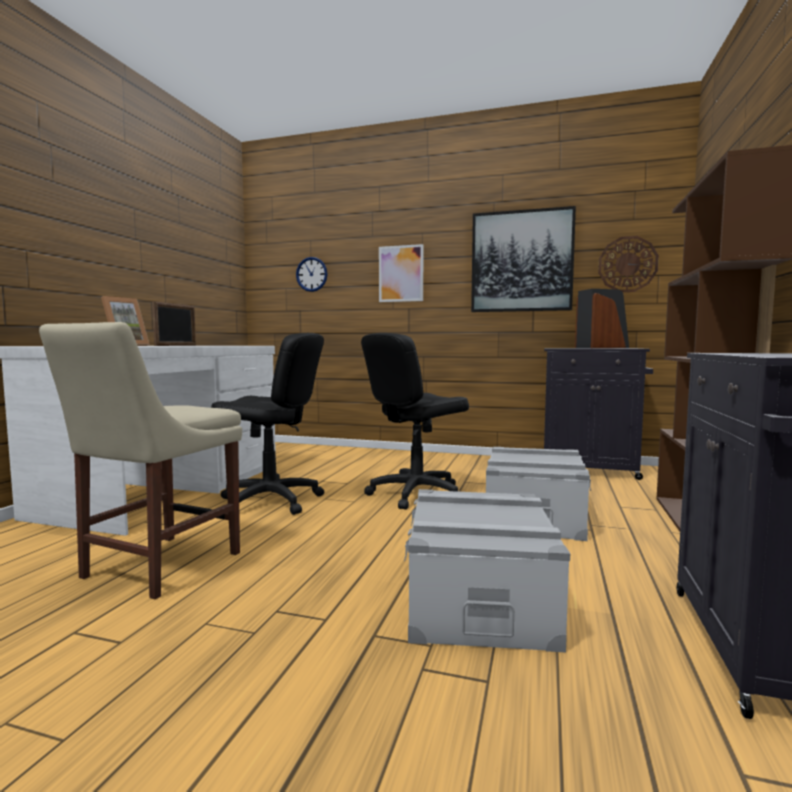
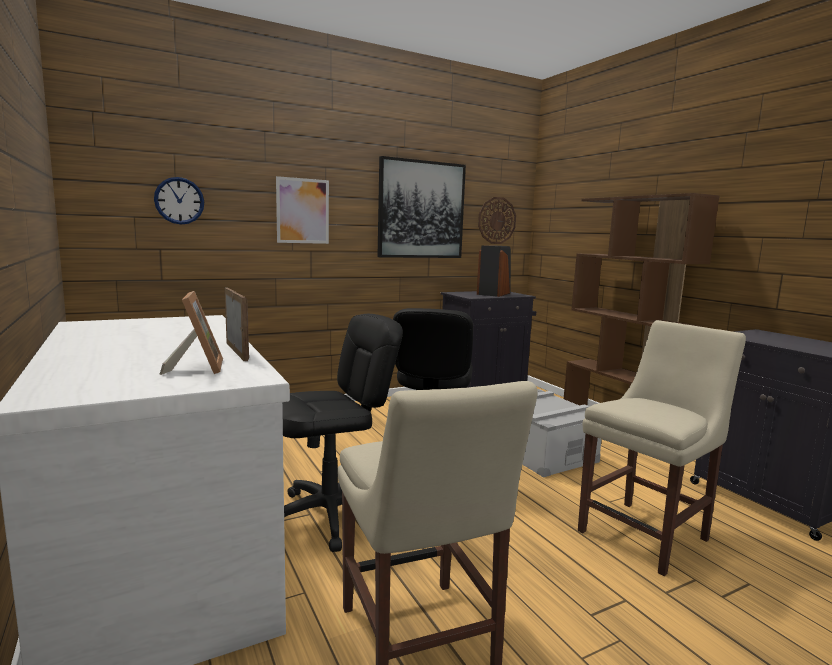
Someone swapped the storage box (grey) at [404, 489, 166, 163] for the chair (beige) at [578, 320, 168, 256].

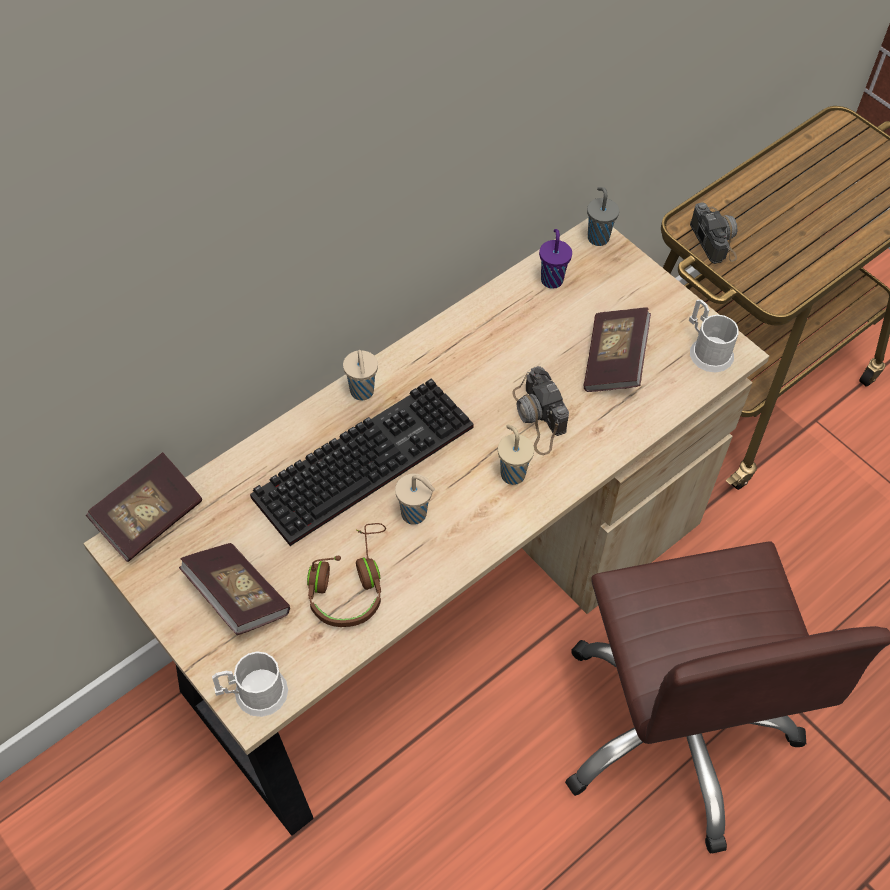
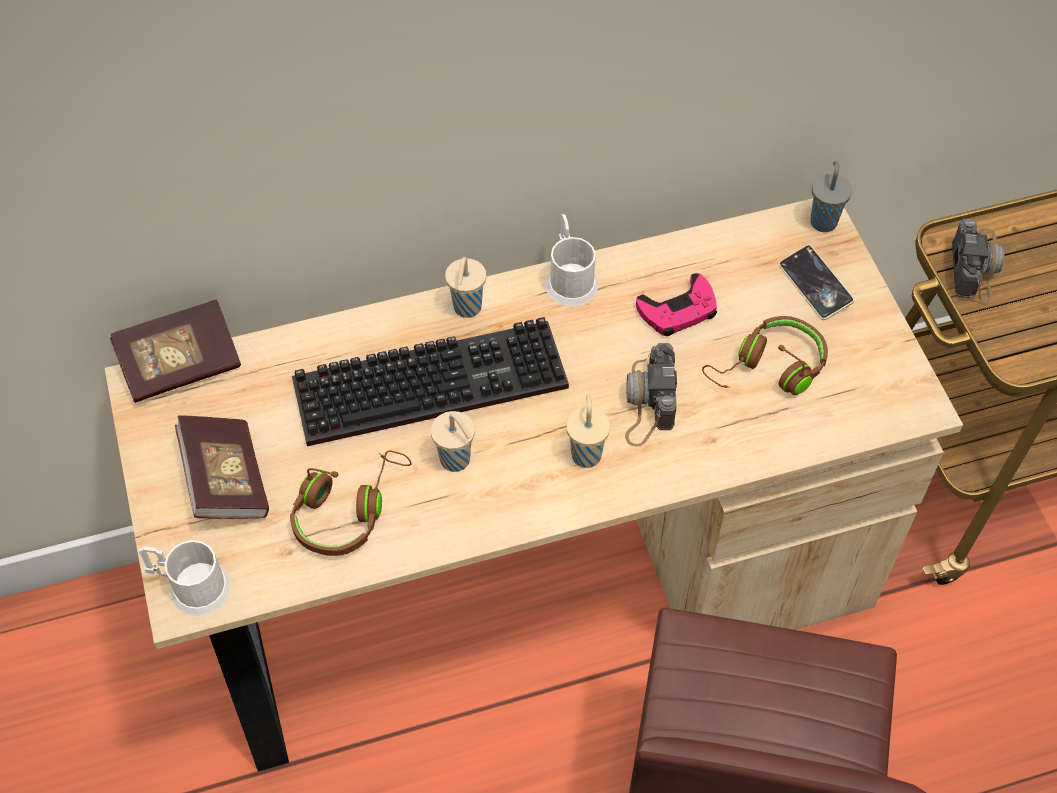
Someone took away the cup (purple) at [539, 229, 33, 60].
Someone carried the mug (white) from [689, 300, 50, 73] to [546, 214, 53, 92].
Someone swapped the book at [583, 307, 68, 85] for the headphones (brown) at [702, 316, 126, 79].
Someone put down the phone at [779, 245, 75, 75].
Someone put down the game controller (pink) at [636, 273, 81, 63].

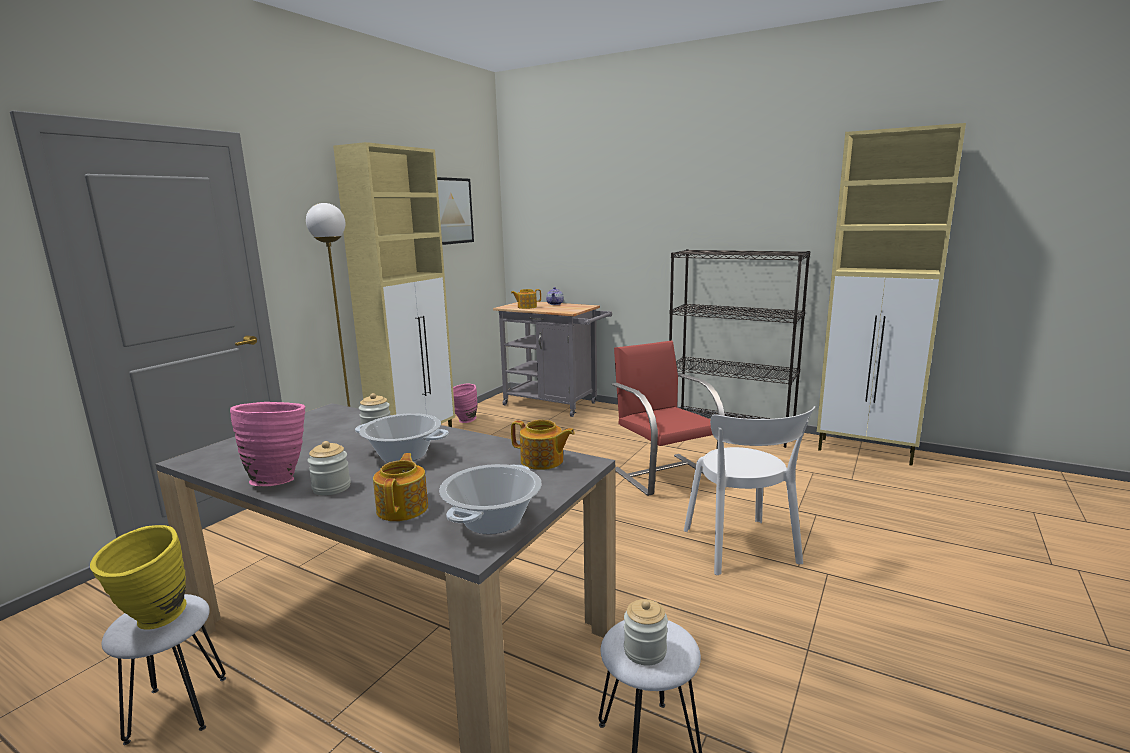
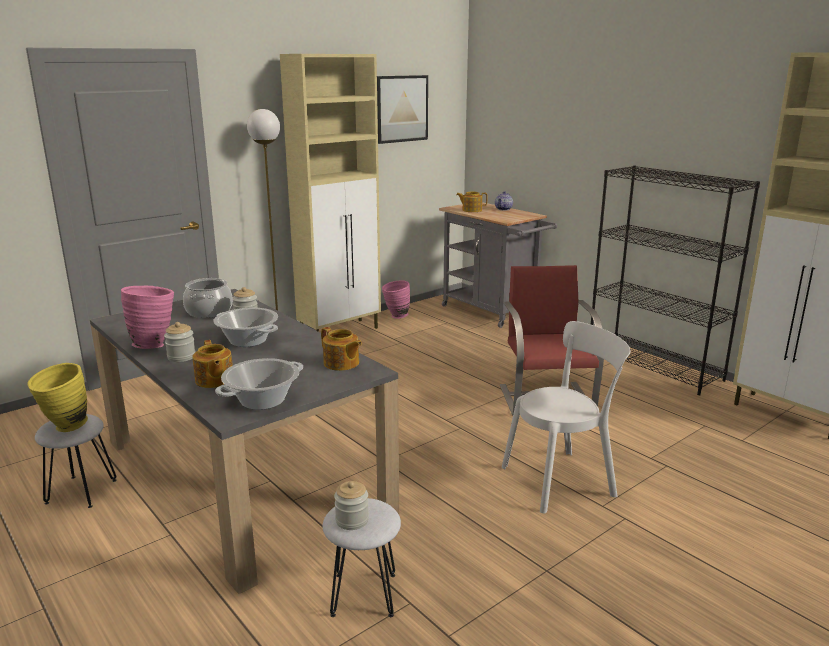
Someone rotated the chair (white) at [684, 406, 131, 169] by 120 degrees counterclockwise.
Someone rotated the teapot at [373, 453, 55, 68] by 135 degrees clockwise.
Someone put down the cooking pot at [183, 278, 50, 40].

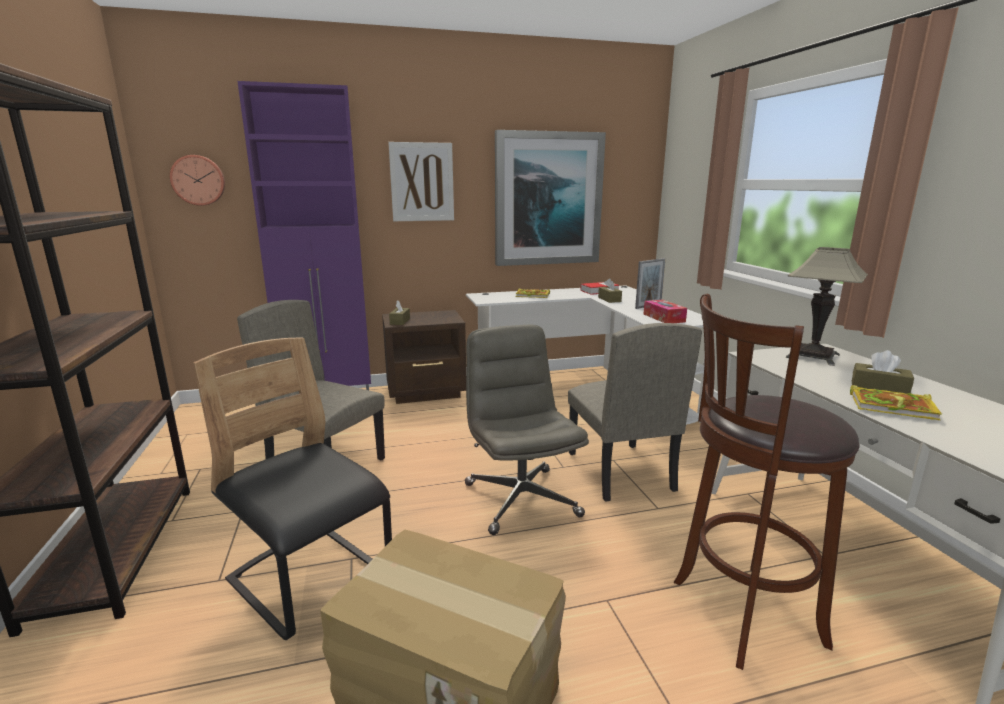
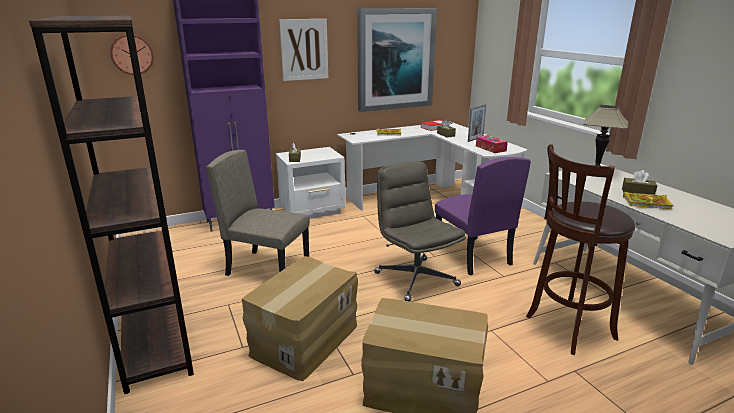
Someone repainted the nightstand (brown) at [382, 310, 84, 94], which became the nightstand (white) at [276, 147, 70, 72].
Someone repainted the chair (beige) at [568, 323, 134, 179], which became the chair (purple) at [435, 157, 96, 118].
Someone swapped the chair (black) at [193, 337, 199, 303] for the cardboard box at [242, 256, 116, 125].

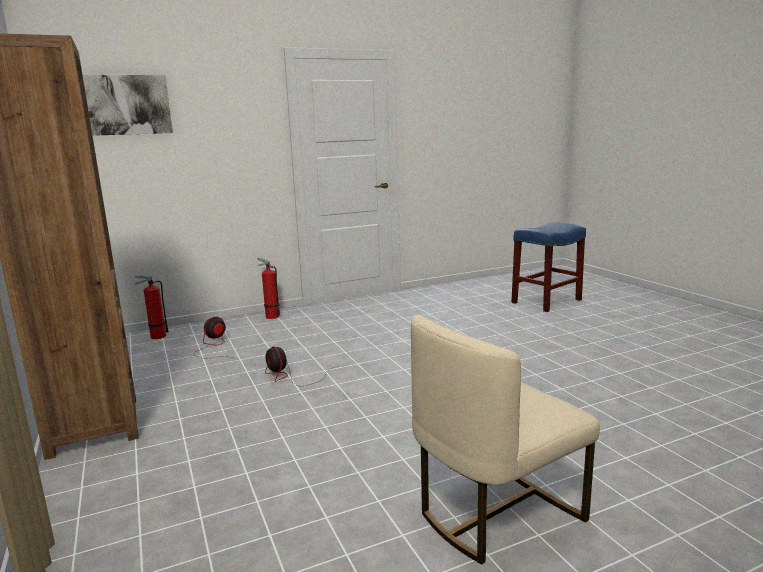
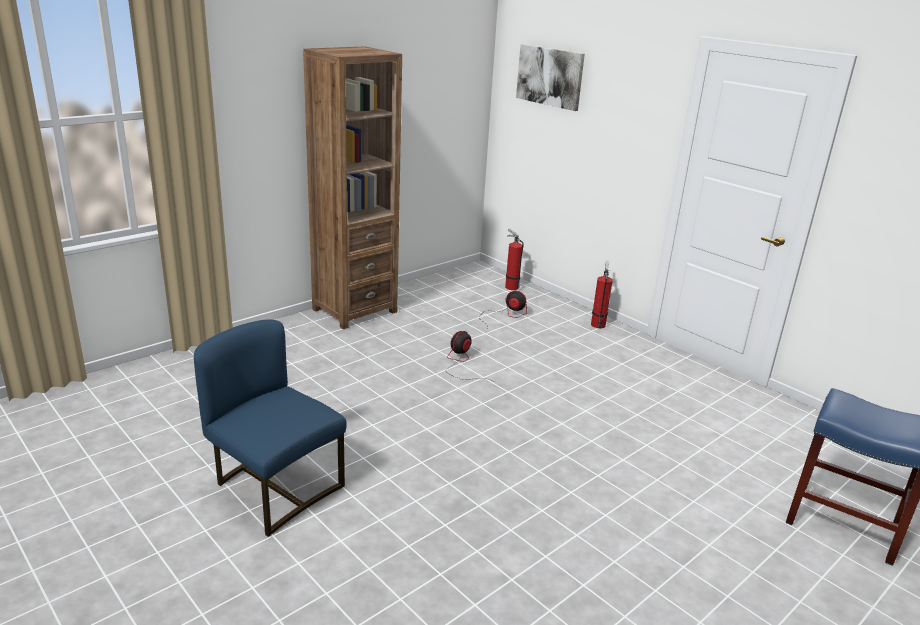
Someone repainted the chair (beige) at [411, 315, 189, 250], which became the chair (blue) at [194, 320, 153, 217].

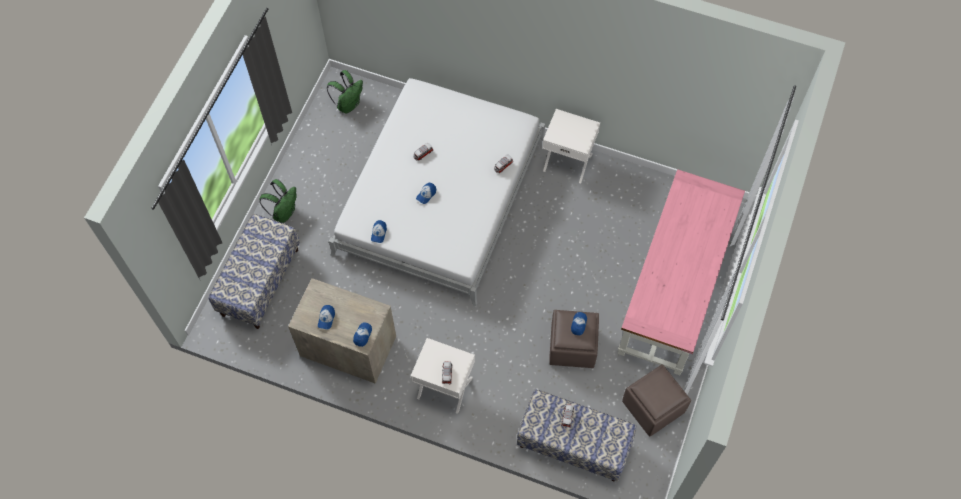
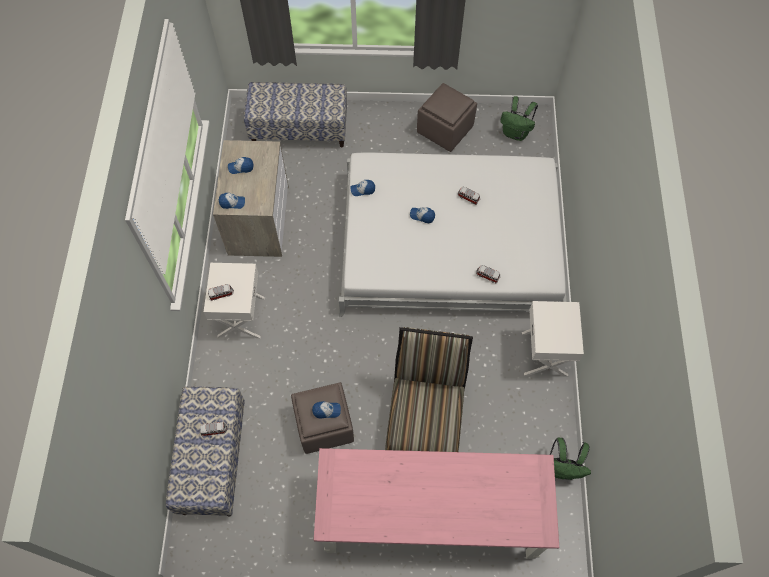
Someone carried the backpack (green) from [259, 179, 38, 44] to [550, 437, 41, 43].
Someone carried the ottoman (brown) from [622, 364, 69, 72] to [417, 83, 60, 69].
Someone put down the chair at [385, 327, 88, 125].

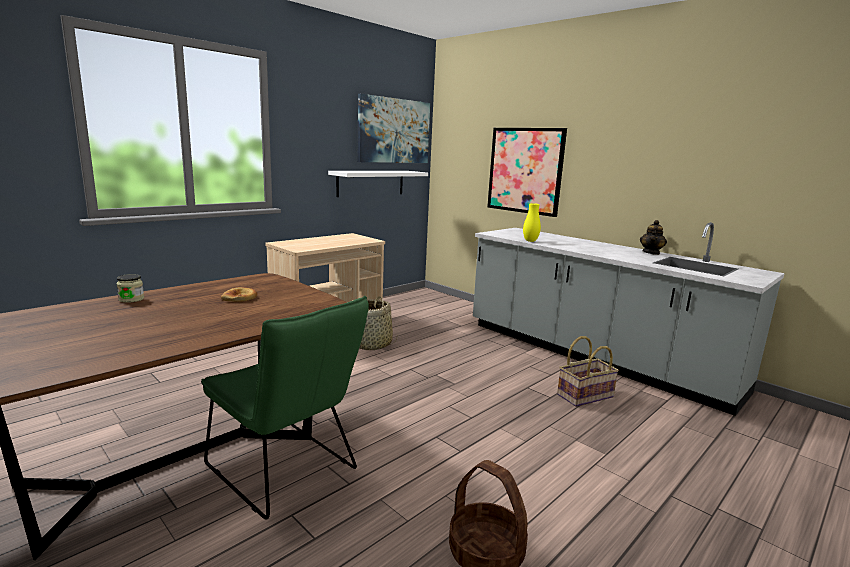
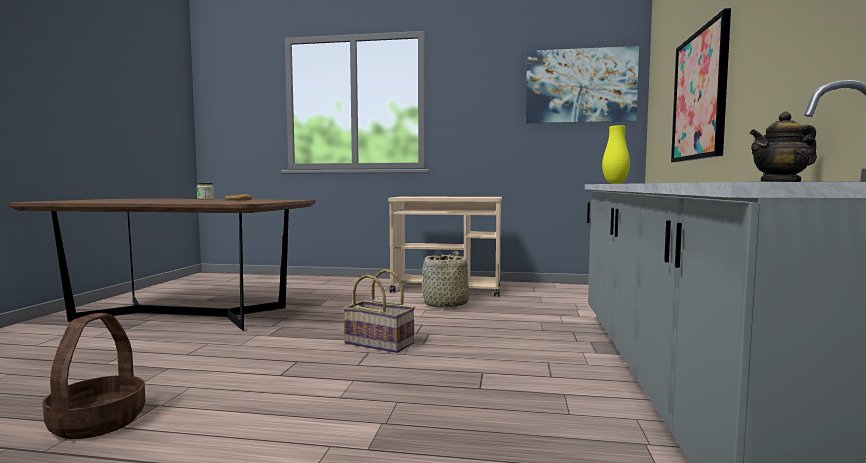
Someone took away the shelf (white) at [328, 171, 100, 26].
Someone took away the chair (green) at [201, 296, 168, 224].
Someone carried the basket from [557, 336, 62, 71] to [343, 269, 72, 84].

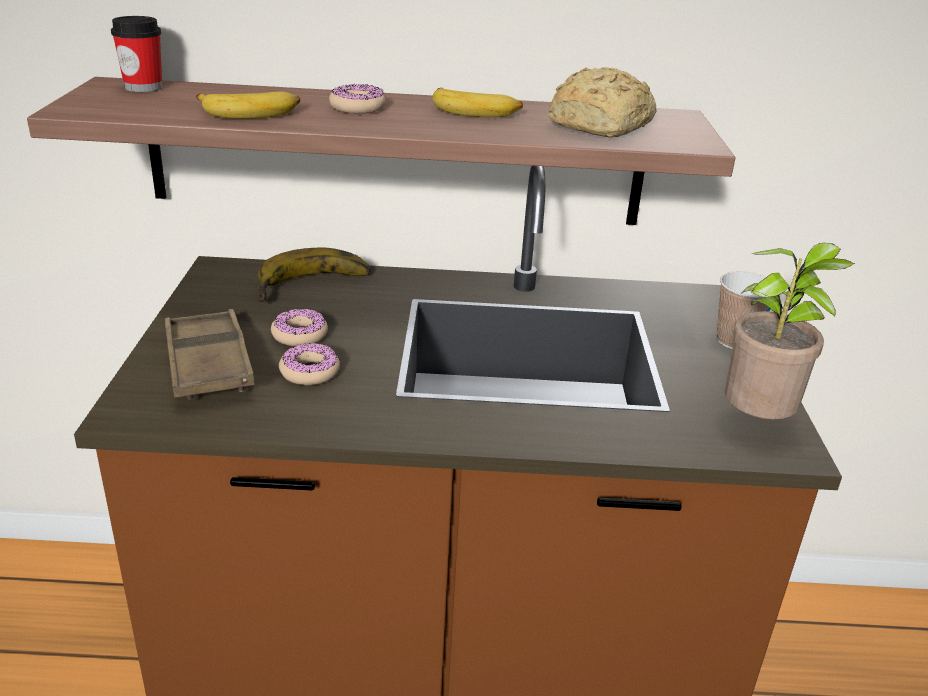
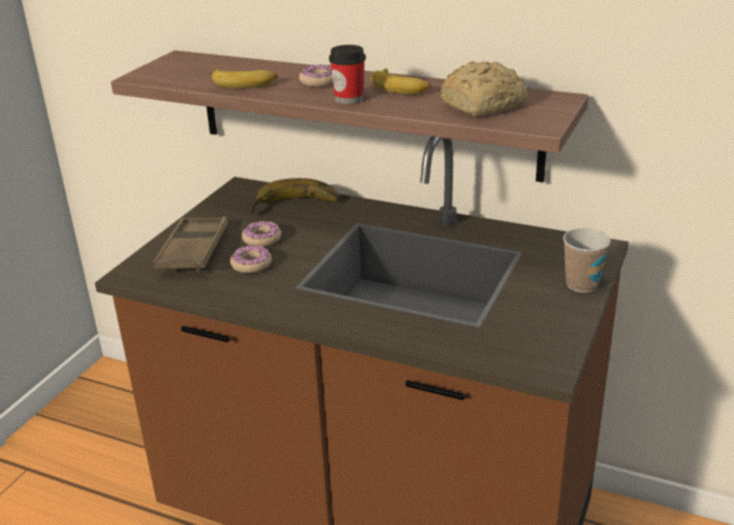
Someone carried the cup from [111, 16, 51, 76] to [329, 45, 37, 59].
Someone took away the potted plant at [725, 243, 130, 177].

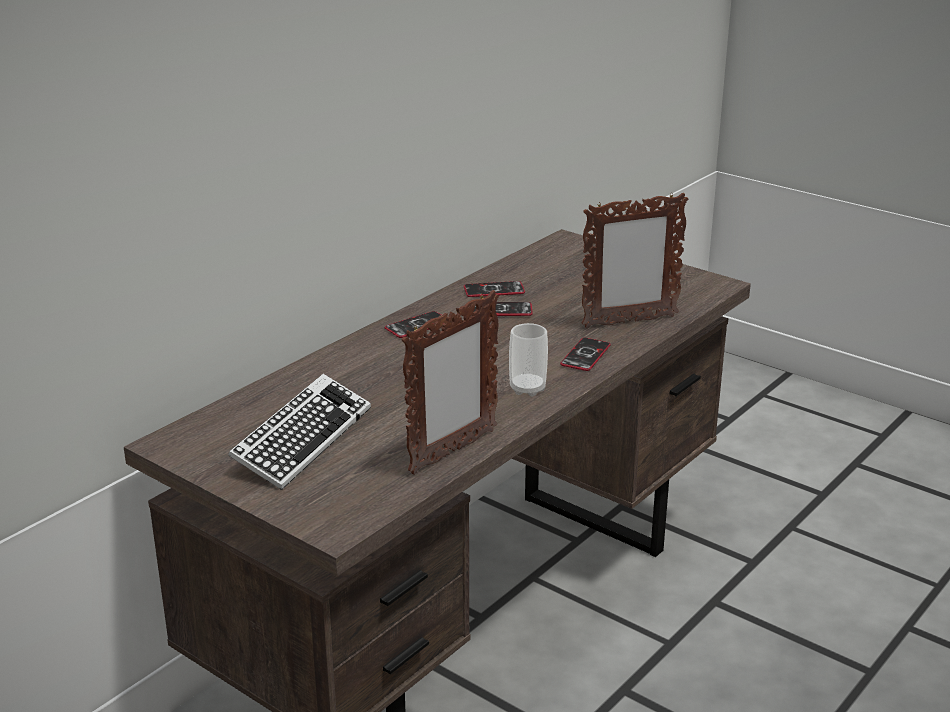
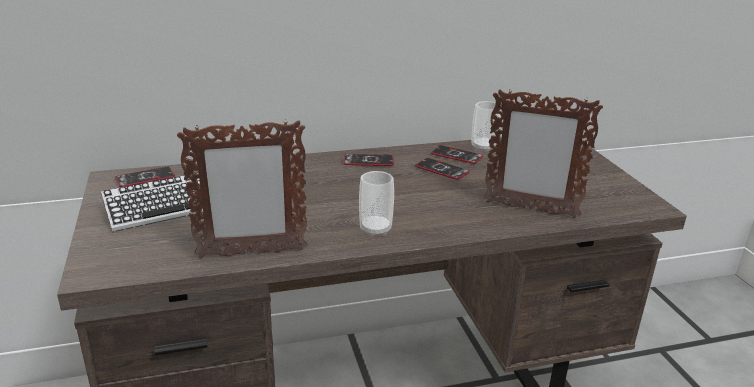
Someone carried the phone from [560, 338, 51, 33] to [115, 167, 60, 20].
Someone put down the cup at [472, 101, 29, 51].

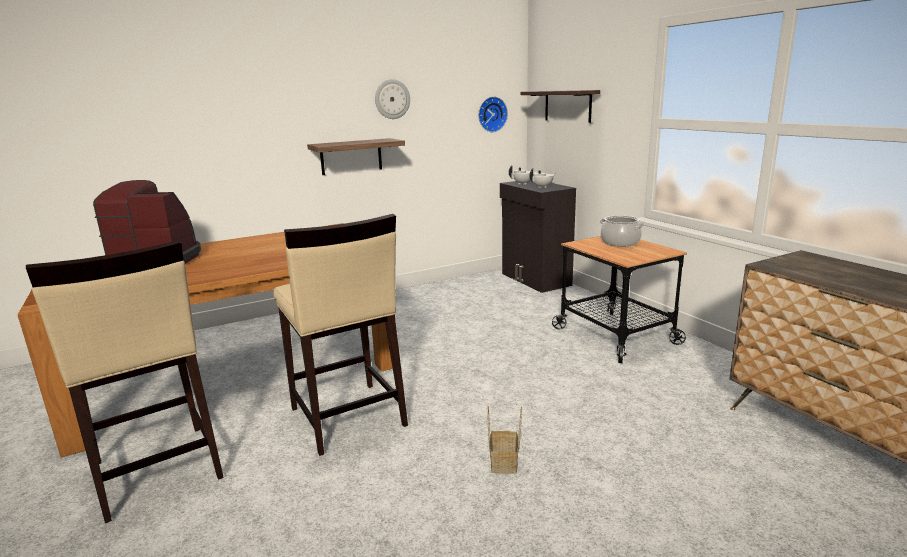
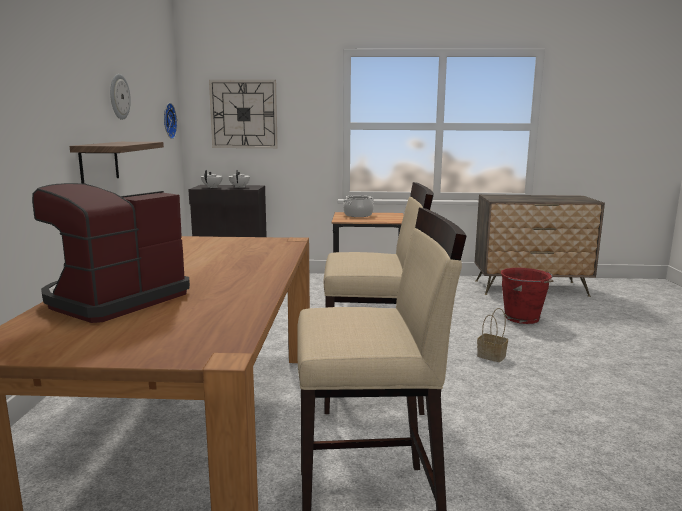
Someone swapped the shelf at [521, 90, 79, 33] for the wall clock at [209, 80, 69, 68].
Someone put down the bucket (red) at [501, 268, 52, 56].

